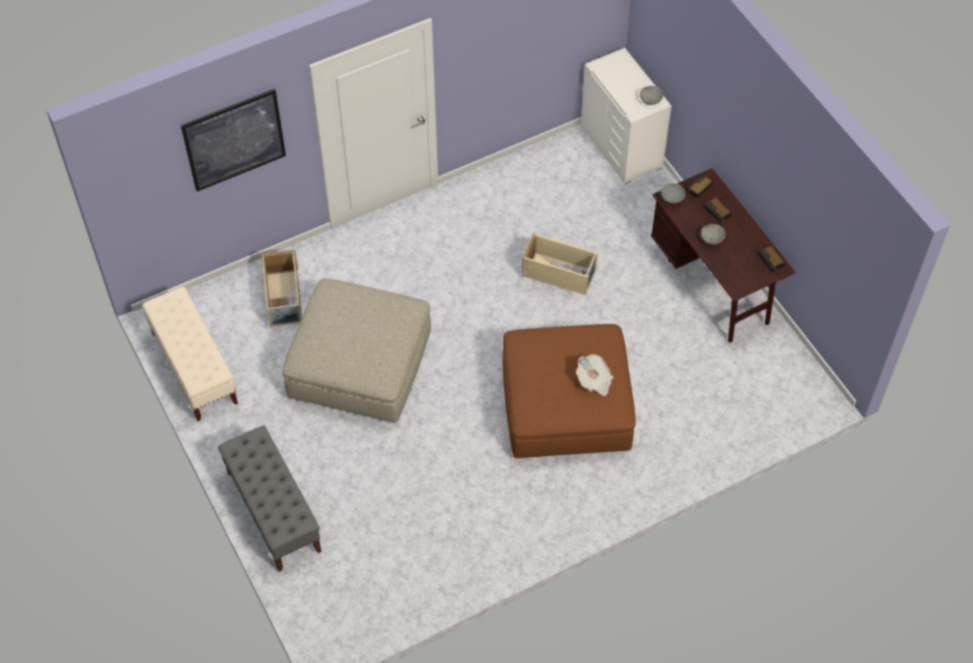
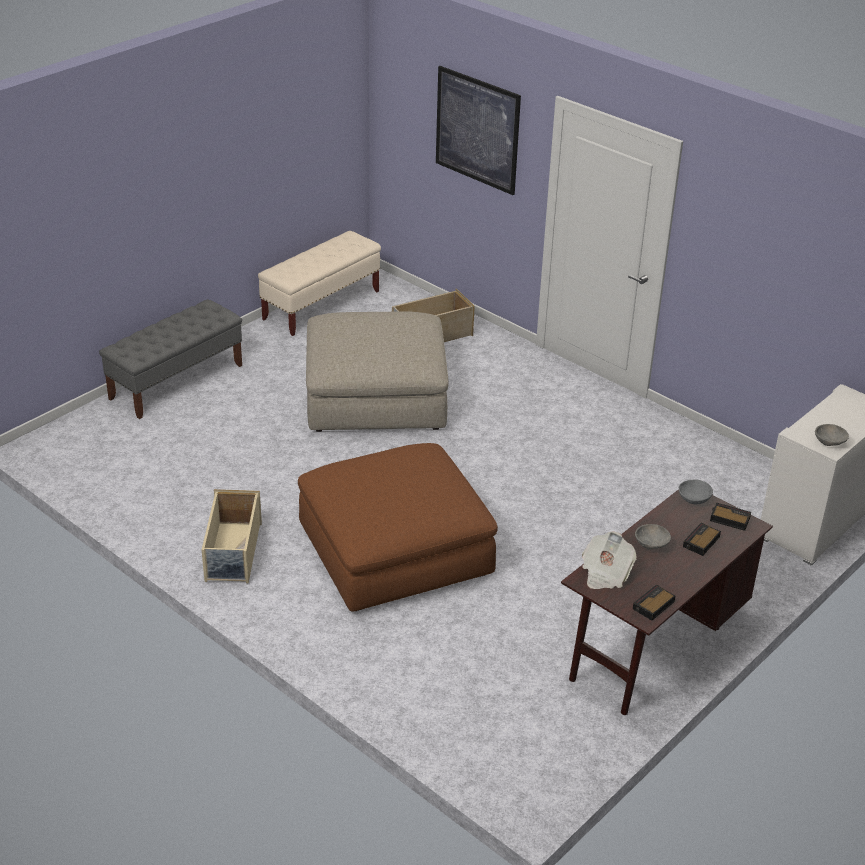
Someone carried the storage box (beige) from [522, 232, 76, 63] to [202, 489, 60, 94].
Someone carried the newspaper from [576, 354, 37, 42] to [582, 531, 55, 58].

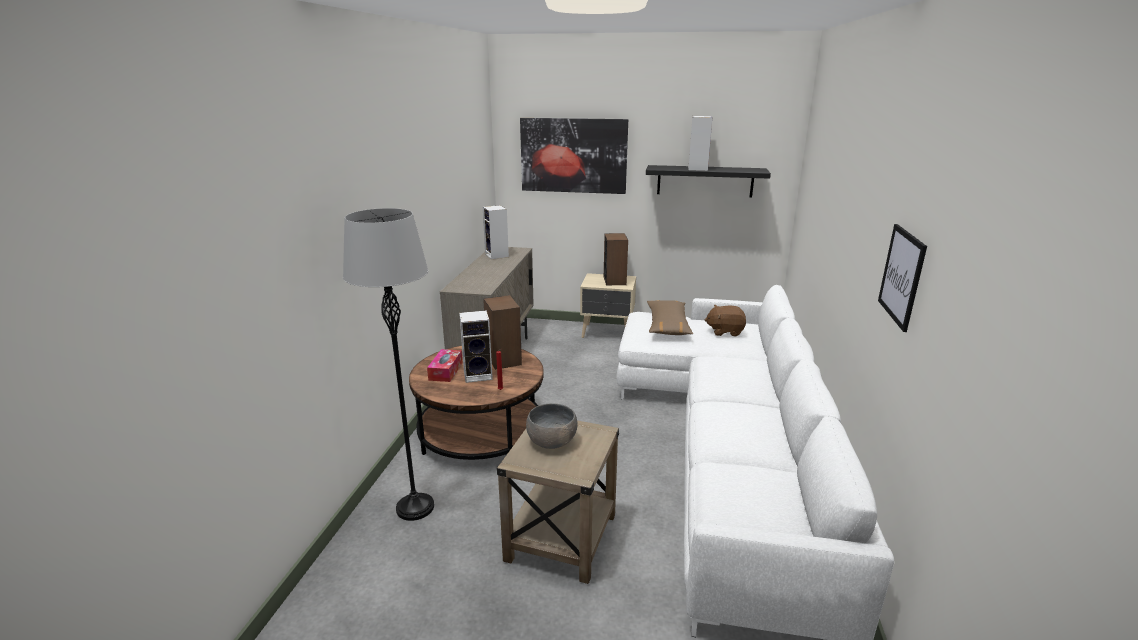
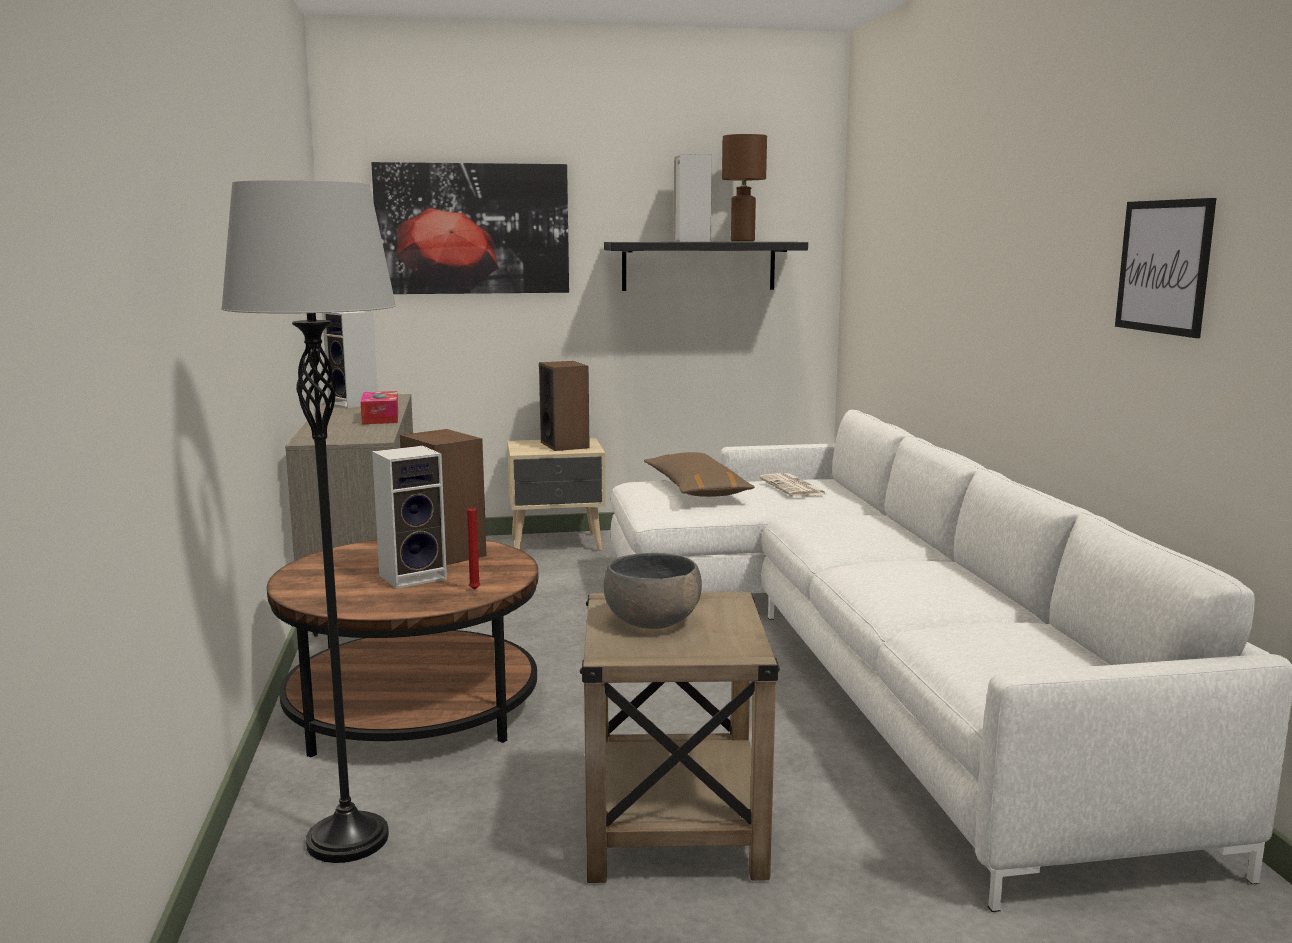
Someone swapped the plush toy (brown) at [705, 305, 41, 31] for the newspaper at [759, 473, 67, 24].
Someone carried the tissue box from [427, 349, 36, 33] to [361, 391, 37, 33].
Someone put down the table lamp (brown) at [722, 134, 45, 108].

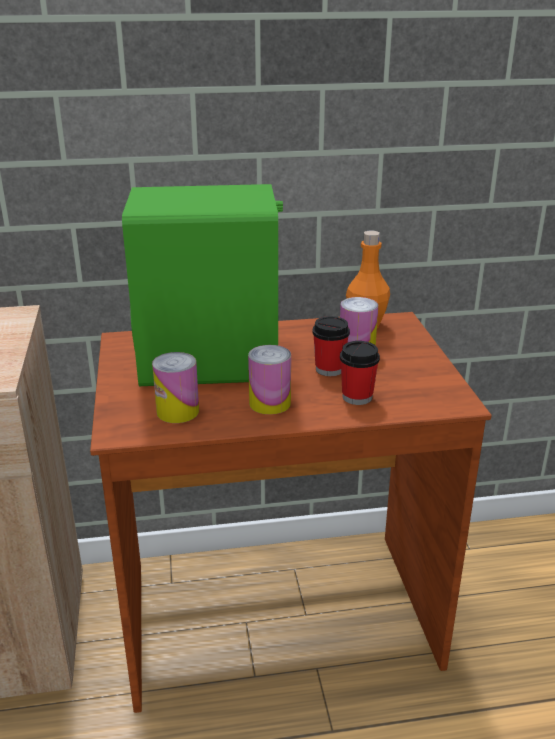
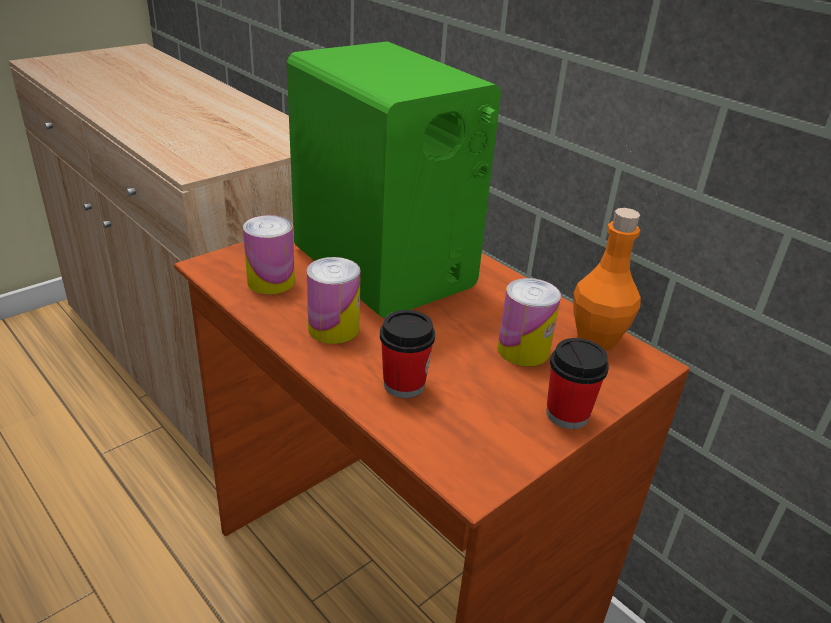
Someone carried the cup from [312, 316, 38, 60] to [546, 338, 63, 91].

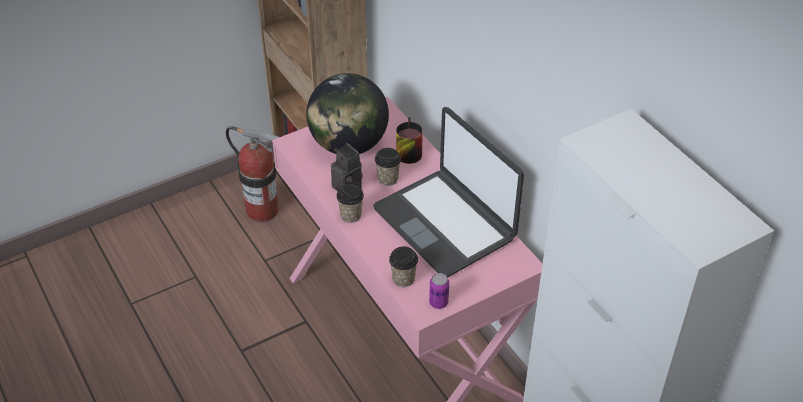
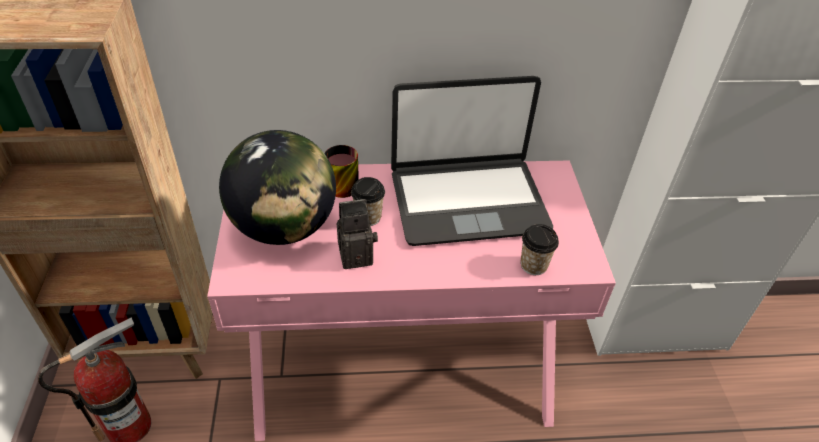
Someone took away the cup at [336, 184, 28, 39].
Someone took away the can at [429, 273, 20, 36].

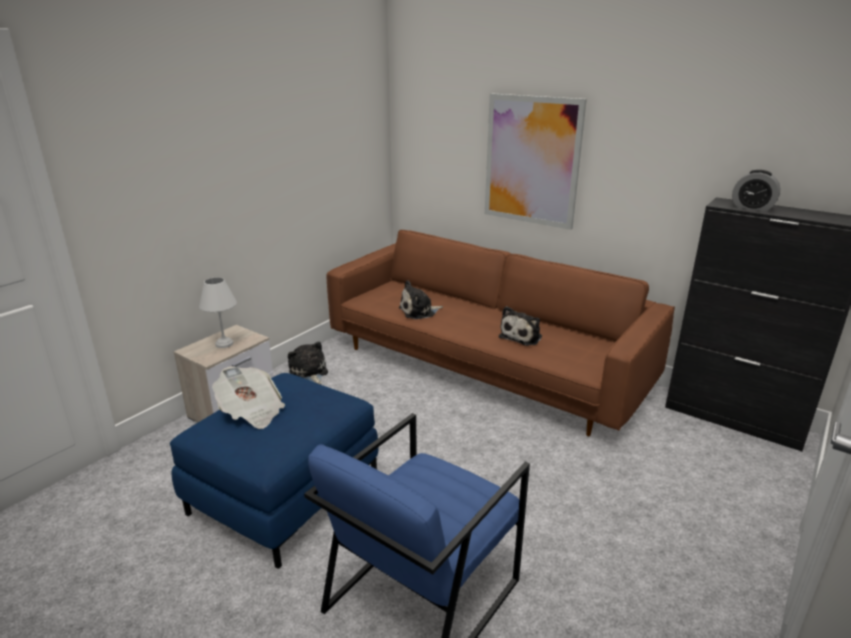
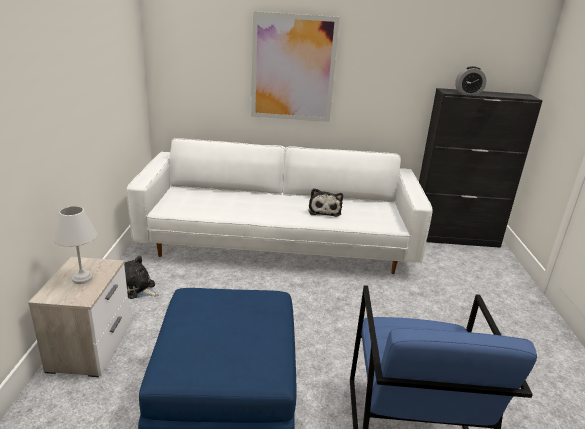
Someone repainted the sofa (brown) at [327, 230, 348, 206], which became the sofa (white) at [127, 138, 306, 136].
Someone took away the plush toy at [399, 280, 44, 39].
Someone took away the newspaper at [212, 366, 73, 63].

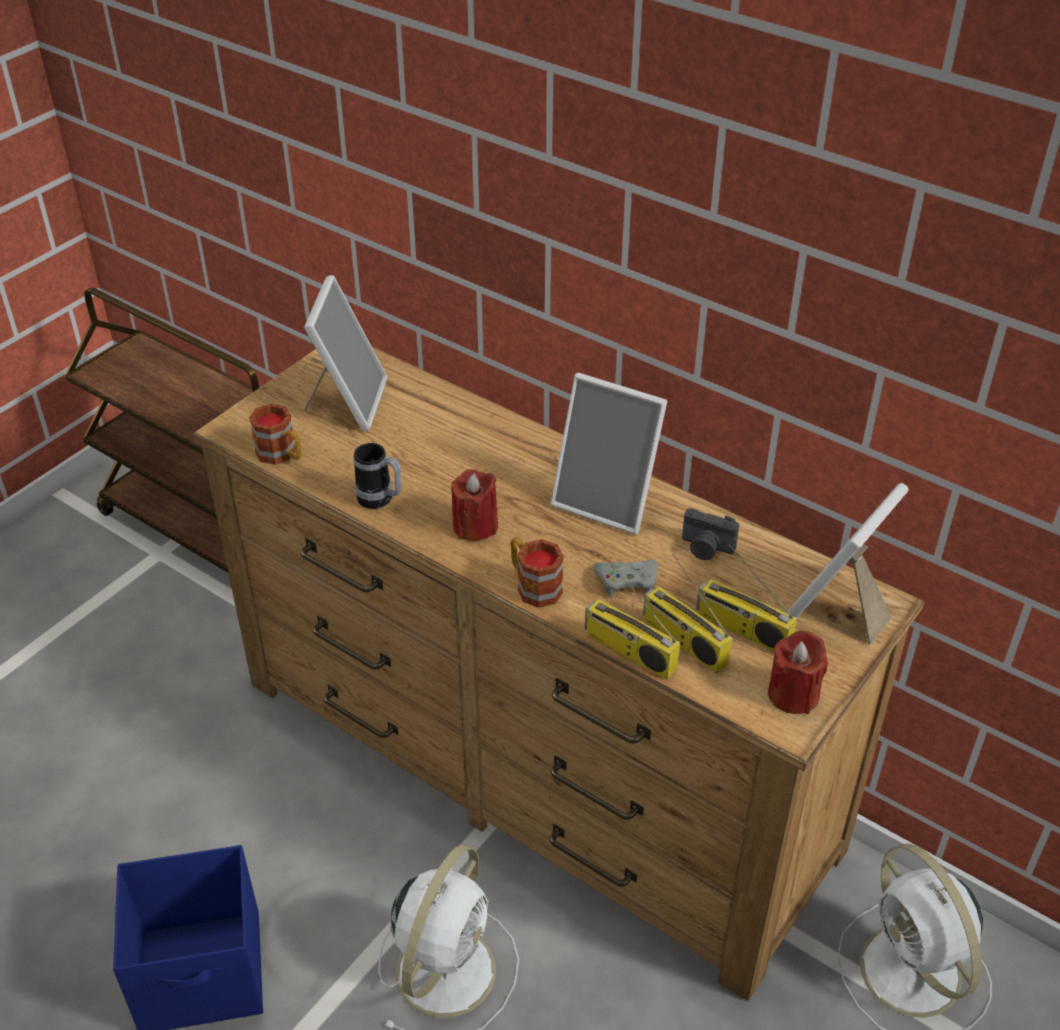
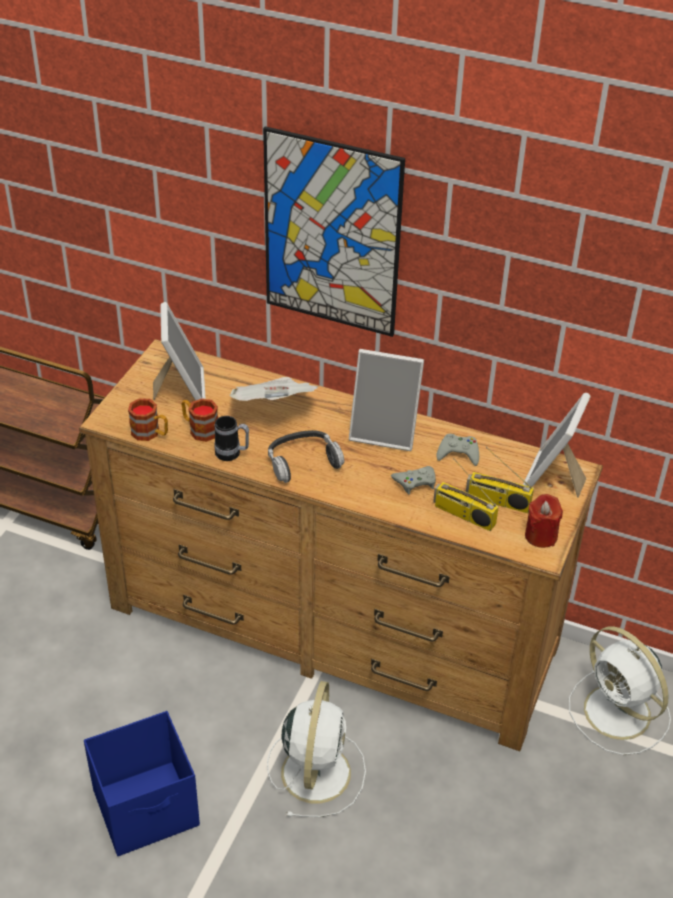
Someone swapped the candle (red) at [451, 469, 47, 72] for the headphones at [268, 430, 76, 53].
Someone swapped the photo camera at [682, 508, 57, 52] for the game controller (grey) at [436, 434, 43, 32].
Someone carried the mug from [511, 537, 53, 71] to [181, 398, 37, 44].
Someone took away the radio at [585, 564, 95, 116].
Someone put up the picture at [263, 126, 142, 211].
Someone put down the newspaper at [229, 377, 90, 24].

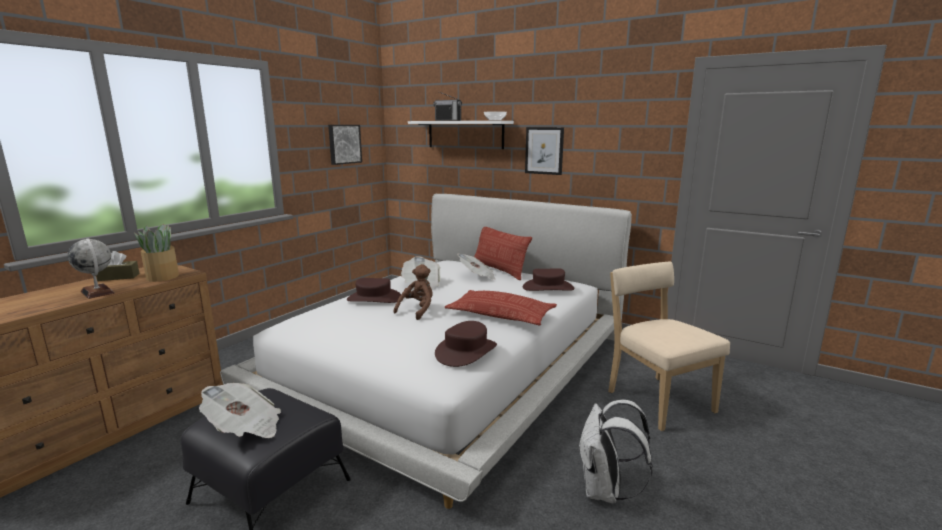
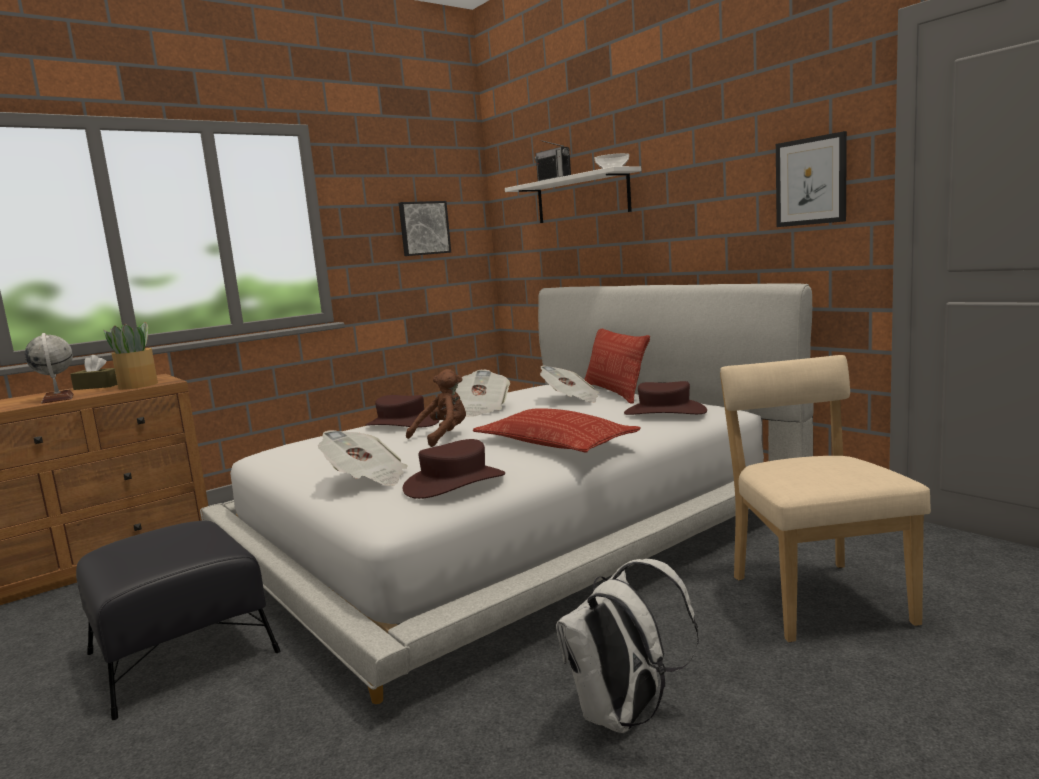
Someone carried the picture from [525, 127, 39, 48] to [776, 131, 71, 96].
Someone carried the newspaper from [199, 383, 82, 55] to [318, 430, 89, 56].

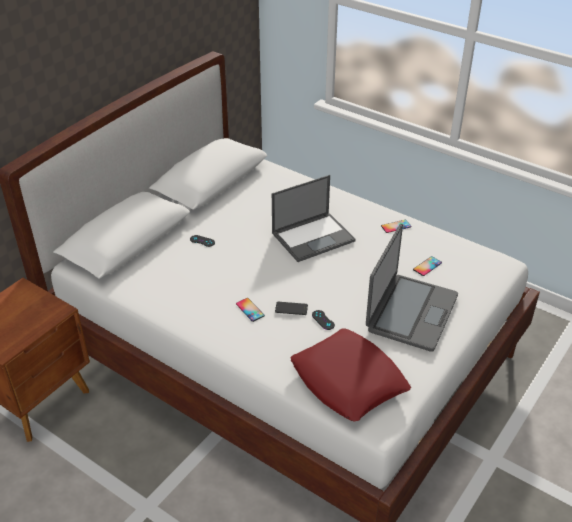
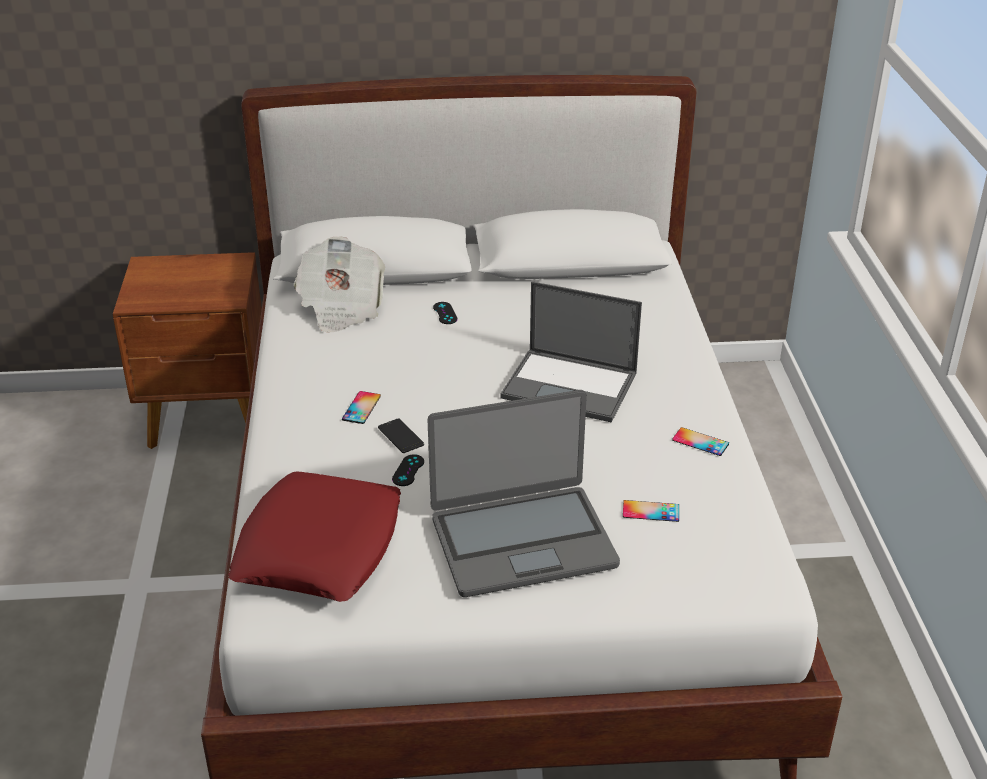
Someone put down the newspaper at [294, 236, 91, 97].

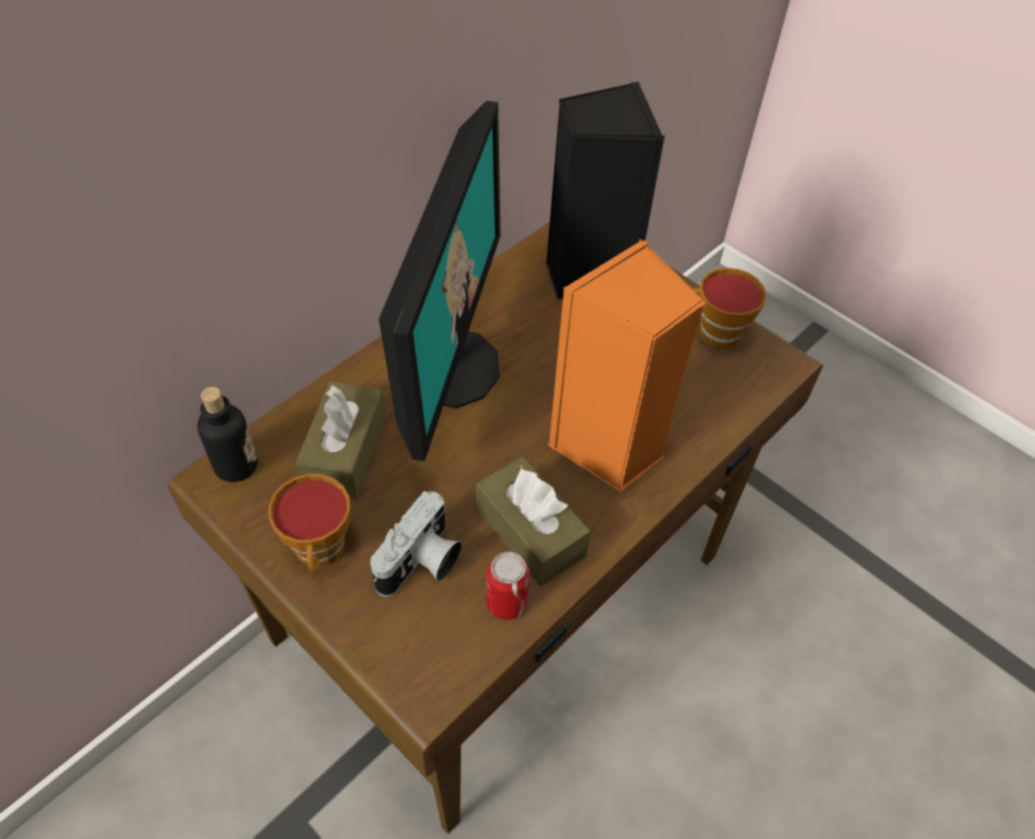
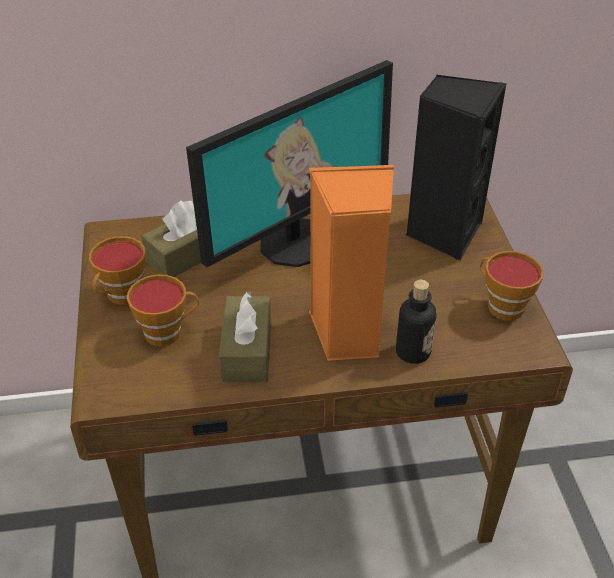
Someone carried the bottle from [197, 387, 61, 95] to [396, 279, 40, 85].
Someone swapped the photo camera at [370, 491, 92, 106] for the cup at [127, 274, 72, 72].
Someone took away the can at [486, 552, 44, 68].

